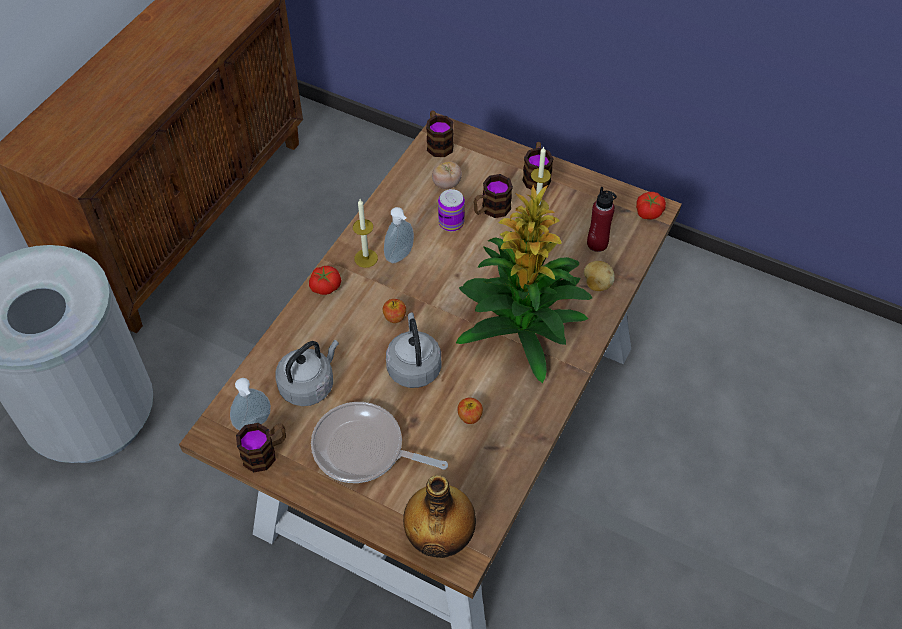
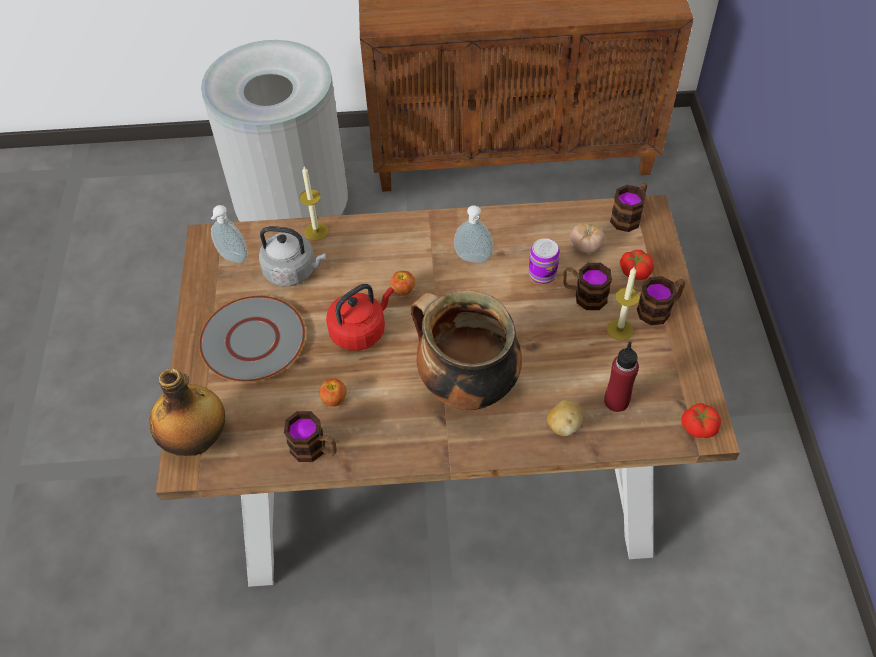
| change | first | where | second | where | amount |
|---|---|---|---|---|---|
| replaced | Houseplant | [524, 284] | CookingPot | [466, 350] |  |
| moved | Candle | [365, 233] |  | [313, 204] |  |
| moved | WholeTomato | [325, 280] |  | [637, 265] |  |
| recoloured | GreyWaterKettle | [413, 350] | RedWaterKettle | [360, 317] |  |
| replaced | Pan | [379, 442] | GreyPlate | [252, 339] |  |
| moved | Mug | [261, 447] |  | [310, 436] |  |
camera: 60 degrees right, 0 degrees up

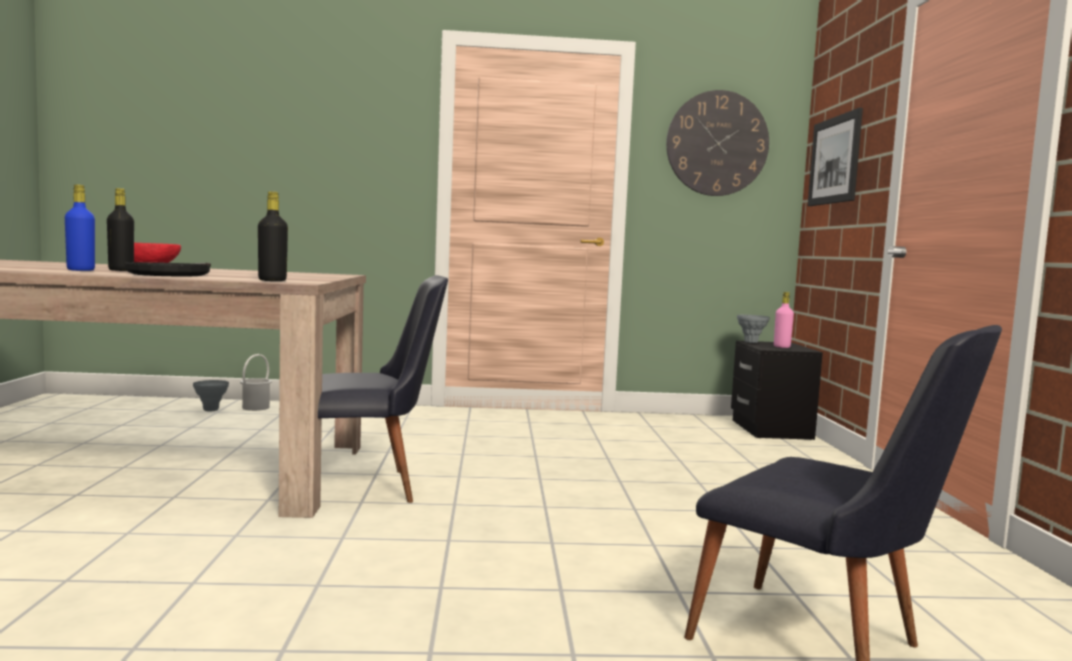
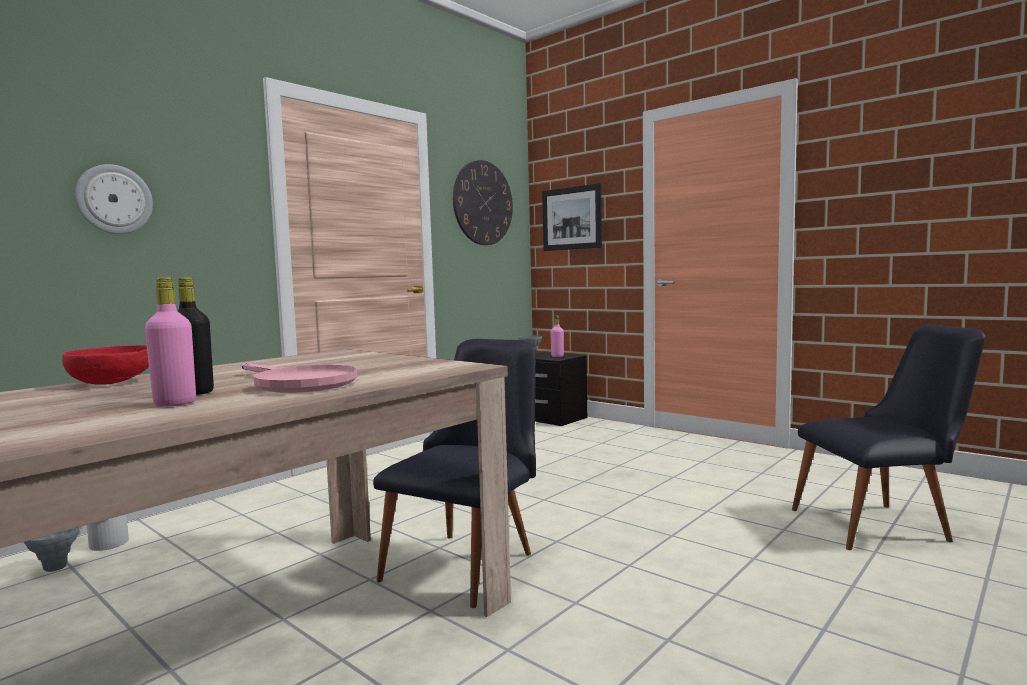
| change | first | where | second | where | amount |
|---|---|---|---|---|---|
| recoloured | BluishDrinkBottle | [80, 228] | PinkDrinkBottle | [170, 341] |  |
| removed | BlackDrinkBottle | [273, 236] |  |  |  |
| recoloured | BlackPan | [168, 269] | PinkPan | [300, 378] |  |
| added |  |  | HangingClock | [114, 199] |  |
camera: 45 degrees left, 0 degrees up

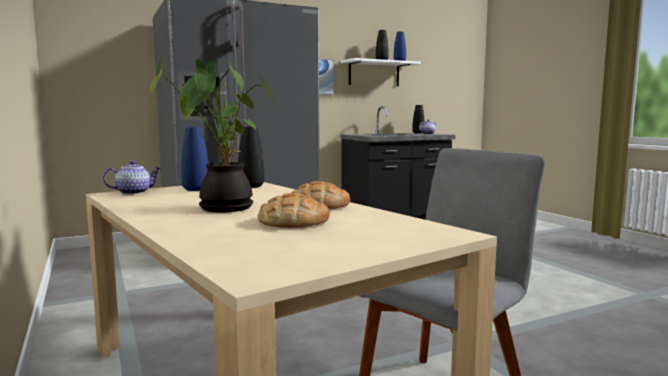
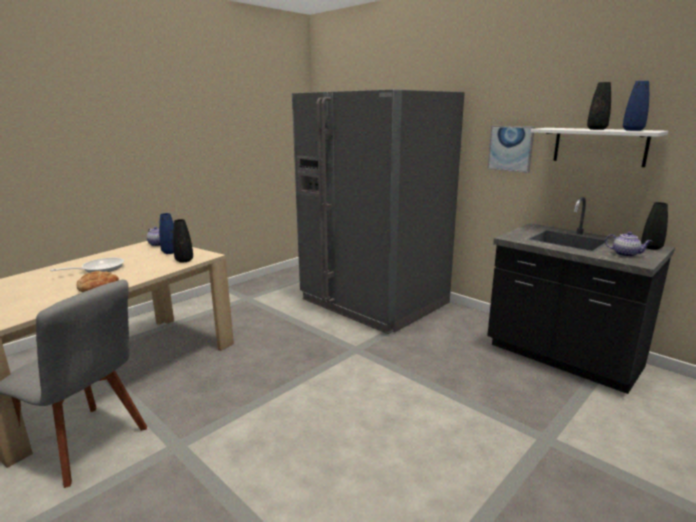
| change | first | where | second | where | amount |
|---|---|---|---|---|---|
| replaced | Houseplant | [212, 135] | Pan | [87, 265] |  |
| removed | Bread | [294, 210] |  |  |  |
camera: 70 degrees right, 10 degrees up

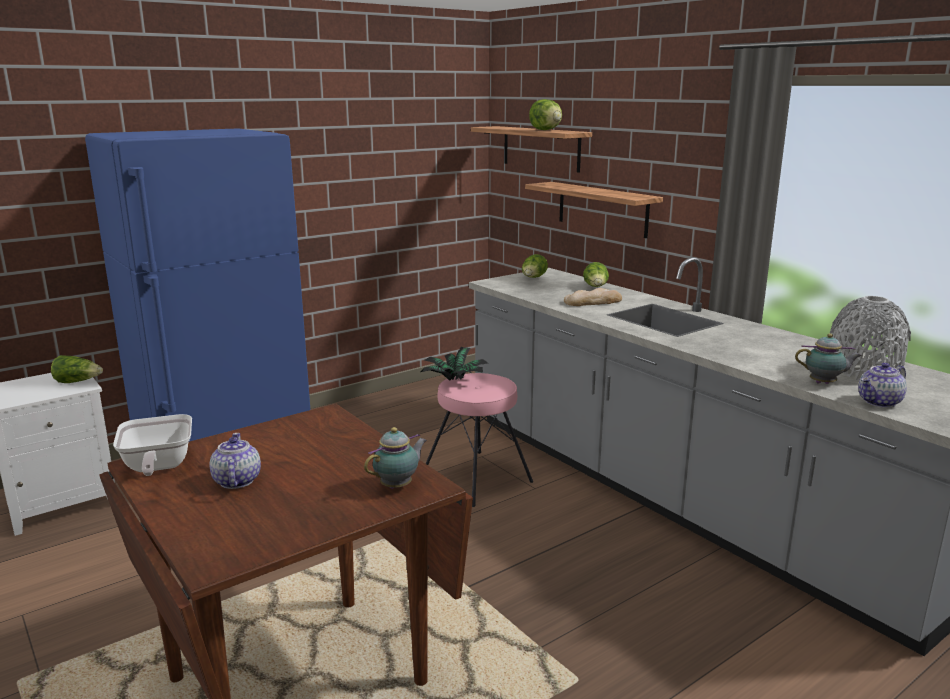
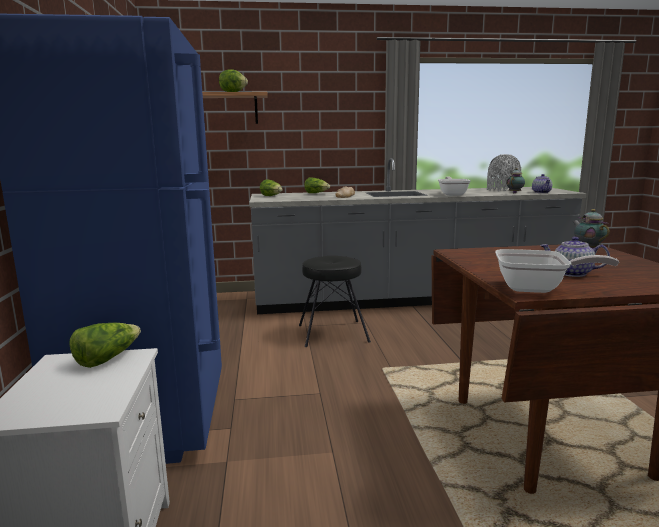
| change | first | where | second | where | amount |
|---|---|---|---|---|---|
| removed | WallShelf | [594, 210] |  |  |  |
| removed | Houseplant | [454, 364] |  |  |  |
| recoloured | PinkStool | [479, 440] | BlackStool | [335, 301] |  |
| added |  |  | Pan | [454, 186] |  |
camera: 60 degrees left, 5 degrees down

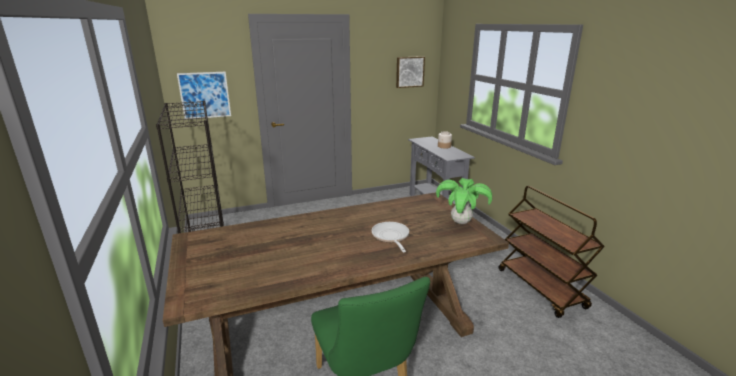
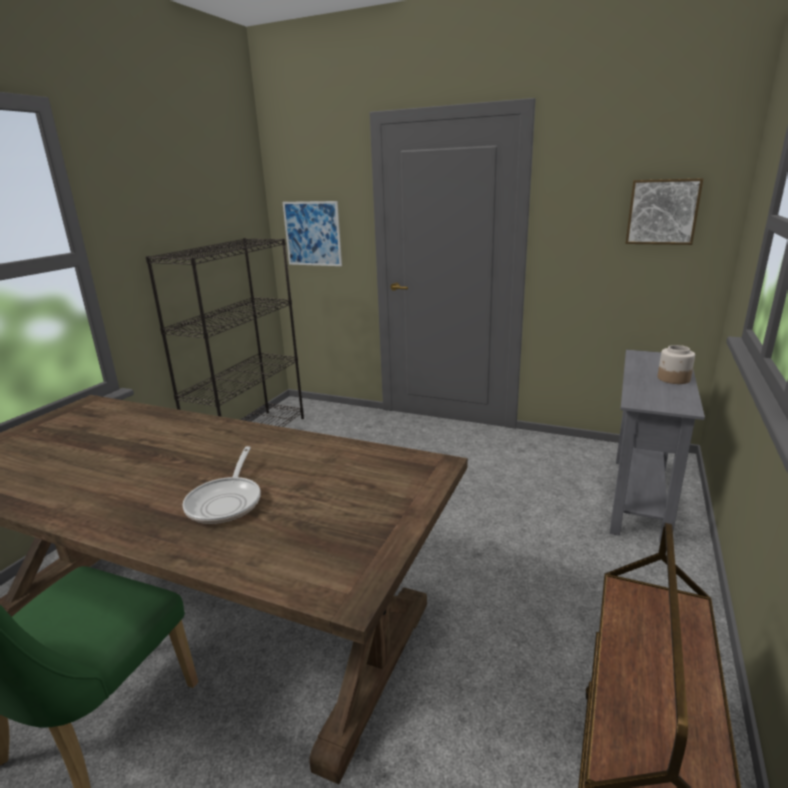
| change | first | where | second | where | amount |
|---|---|---|---|---|---|
| removed | Houseplant | [464, 201] |  |  |  |
| turned | Pan | [390, 237] |  | [221, 485] | 150 degrees clockwise |
camera: 45 degrees right, 0 degrees up

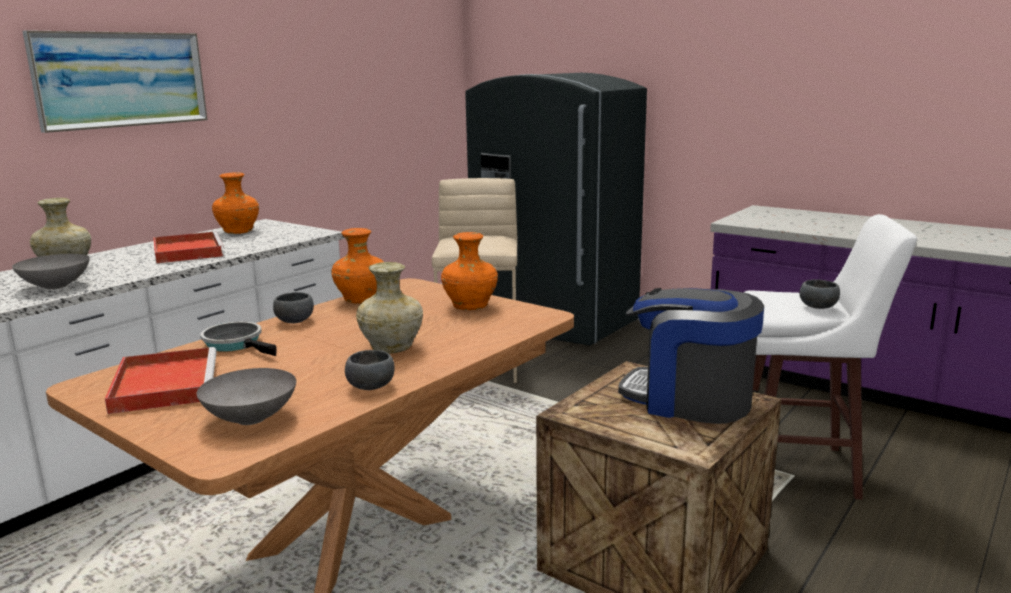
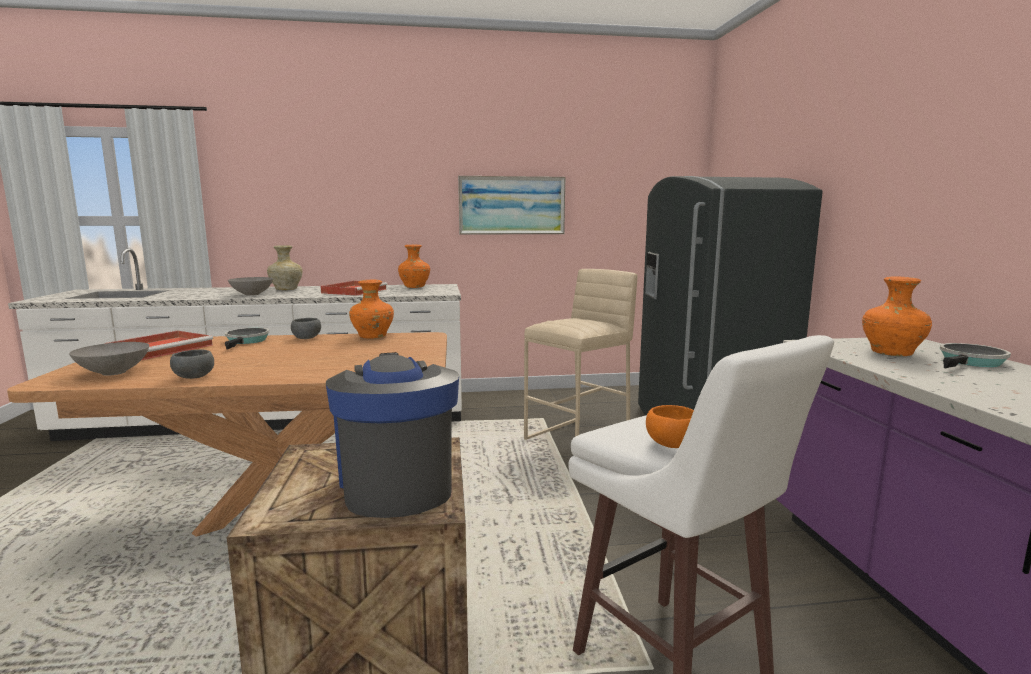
| change | first | where | second | where | amount |
|---|---|---|---|---|---|
| moved | WallPicture | [115, 81] |  | [511, 205] |  |
| moved | OrangeyVase | [469, 271] |  | [897, 316] |  |
| removed | BeigeVase | [389, 308] |  |  |  |
| recoloured | GreyDeepDish | [819, 294] | OrangeyDeepDish | [670, 426] |  |
| added |  |  | Pan | [975, 355] |  |
camera: 45 degrees right, 5 degrees down

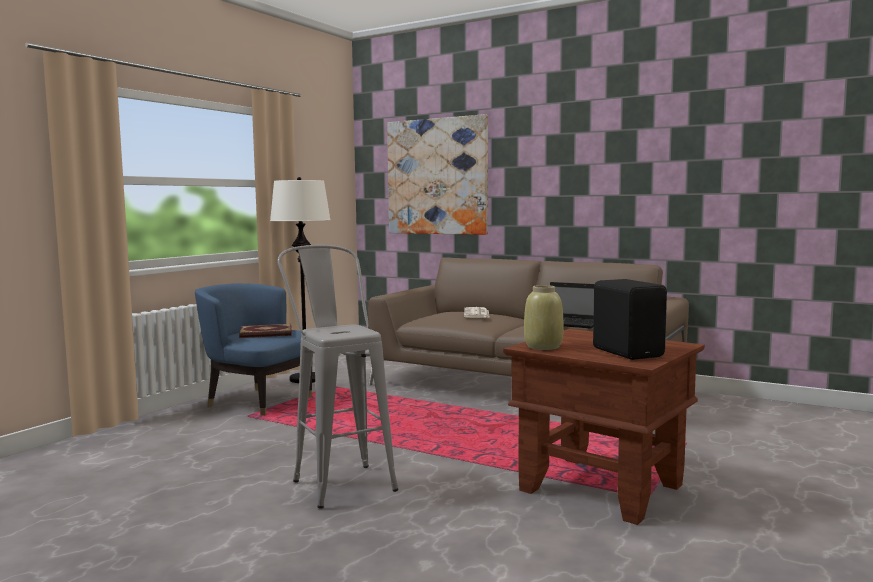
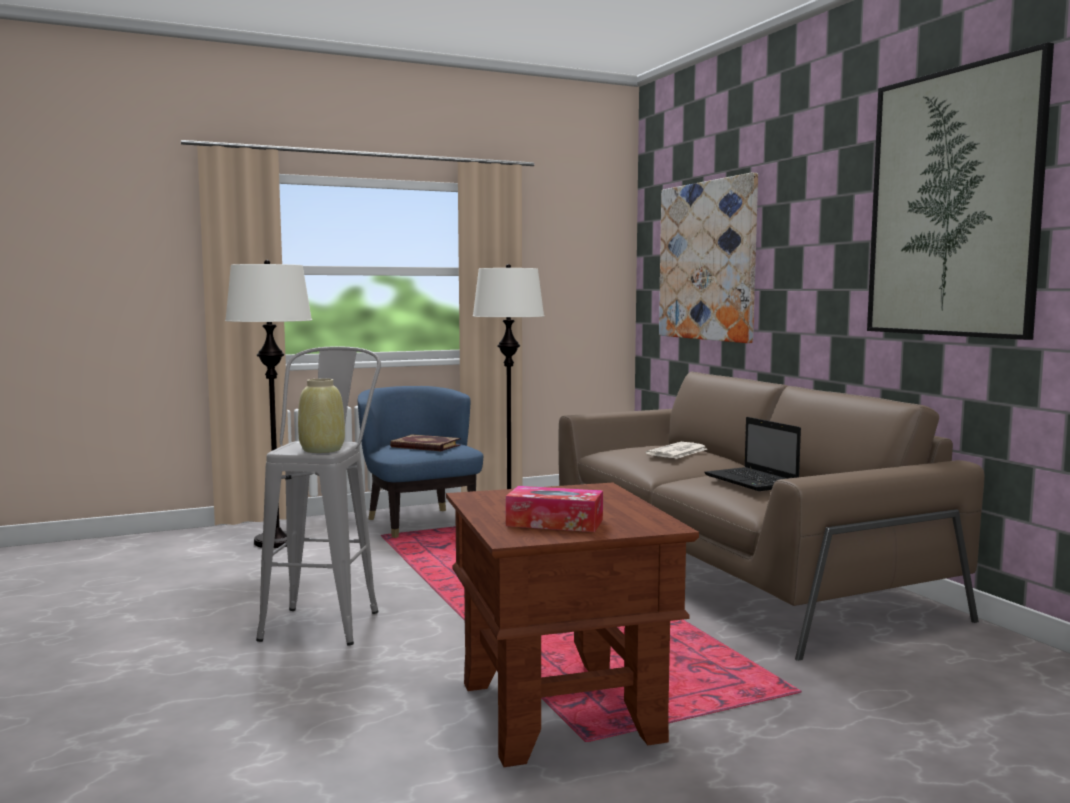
| change | first | where | second | where | amount |
|---|---|---|---|---|---|
| replaced | BlackSpeaker | [630, 319] | TissueHolder | [554, 509] |  |
| moved | BeigeVase | [543, 317] |  | [321, 415] |  |
| added |  |  | WallPicture | [960, 191] |  |
| added |  |  | WhiteColouredStandardLamp | [268, 404] |  |
camera: 35 degrees right, 0 degrees up

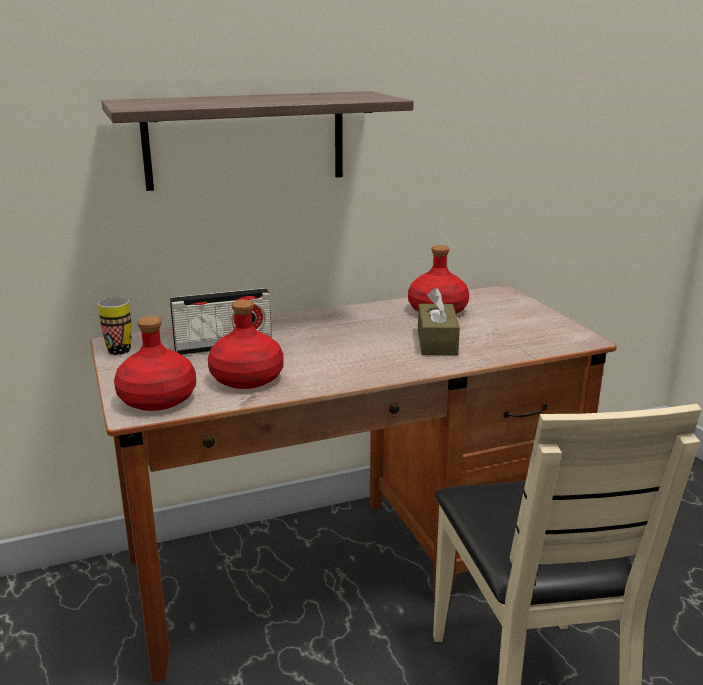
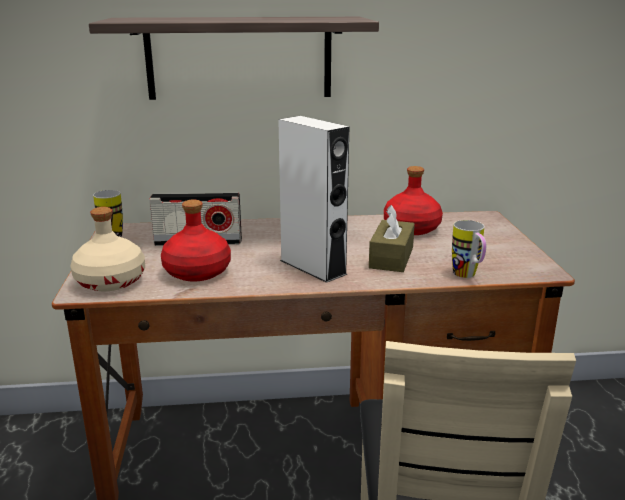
| change | first | where | second | where | amount |
|---|---|---|---|---|---|
| recoloured | RedDrinkBottle | [155, 363] | BeigeDrinkBottle | [107, 249] |  |
| added |  |  | WhiteColouredSpeaker | [313, 199] |  |
| added |  |  | Mug | [469, 249] |  |
camera: 15 degrees right, 0 degrees up

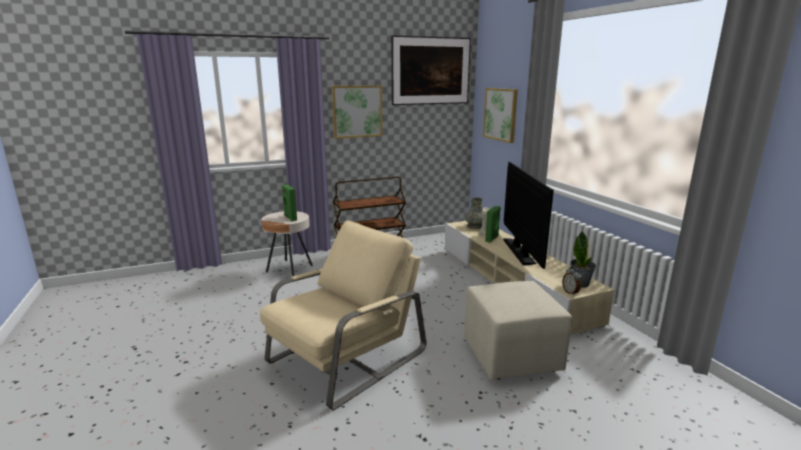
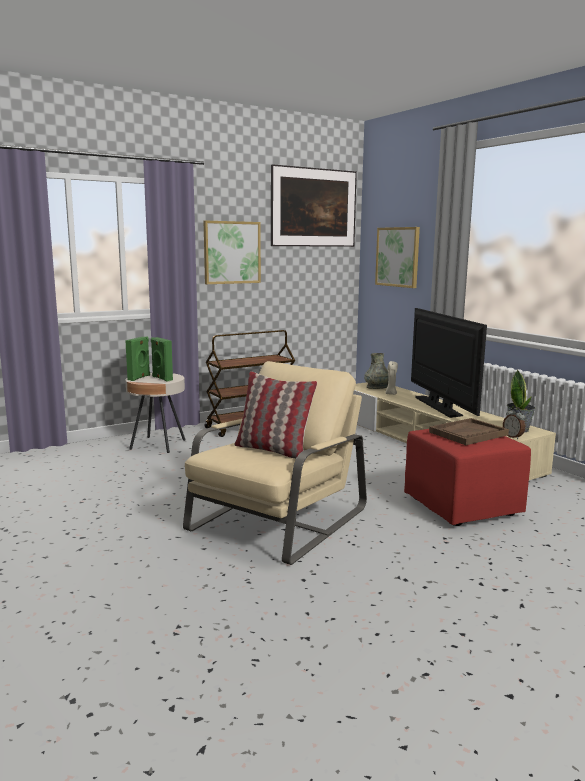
| change | first | where | second | where | amount |
|---|---|---|---|---|---|
| moved | GreenishSpeaker | [493, 224] |  | [137, 358] |  |
| recoloured | BeigeOttoman | [518, 330] | RedOttoman | [467, 477] |  |
| added |  |  | Pillow | [275, 415] |  |
| added |  |  | BrownServingTray | [469, 431] |  |
camera: 10 degrees left, 5 degrees down

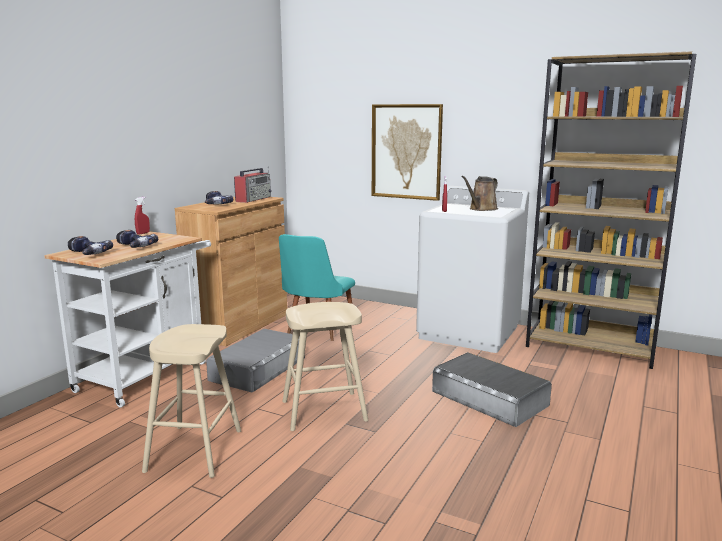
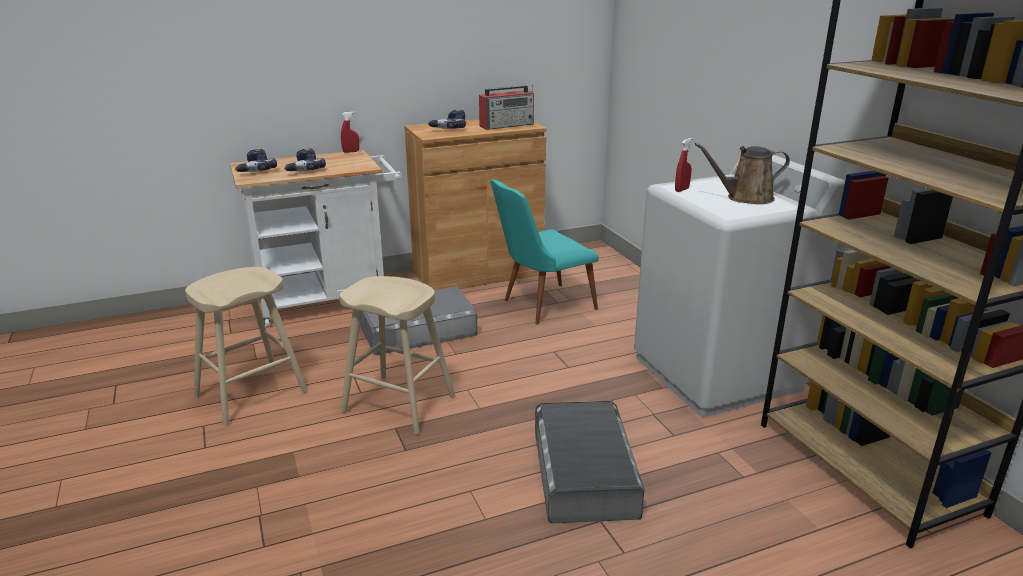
| change | first | where | second | where | amount |
|---|---|---|---|---|---|
| removed | WallPicture | [407, 152] |  |  |  |
camera: 40 degrees right, 10 degrees up

